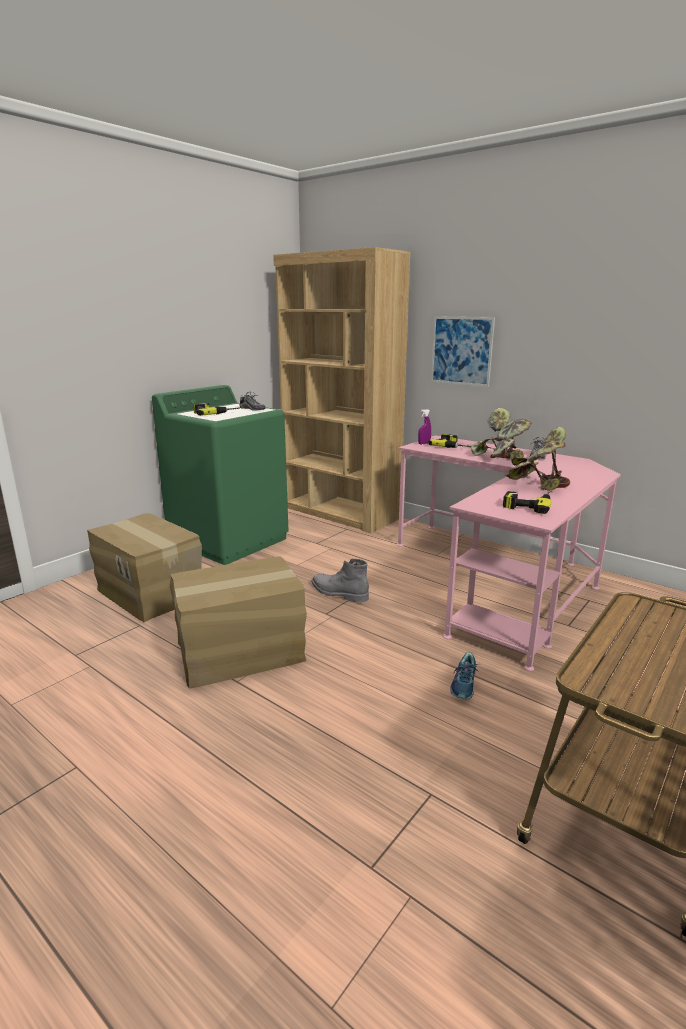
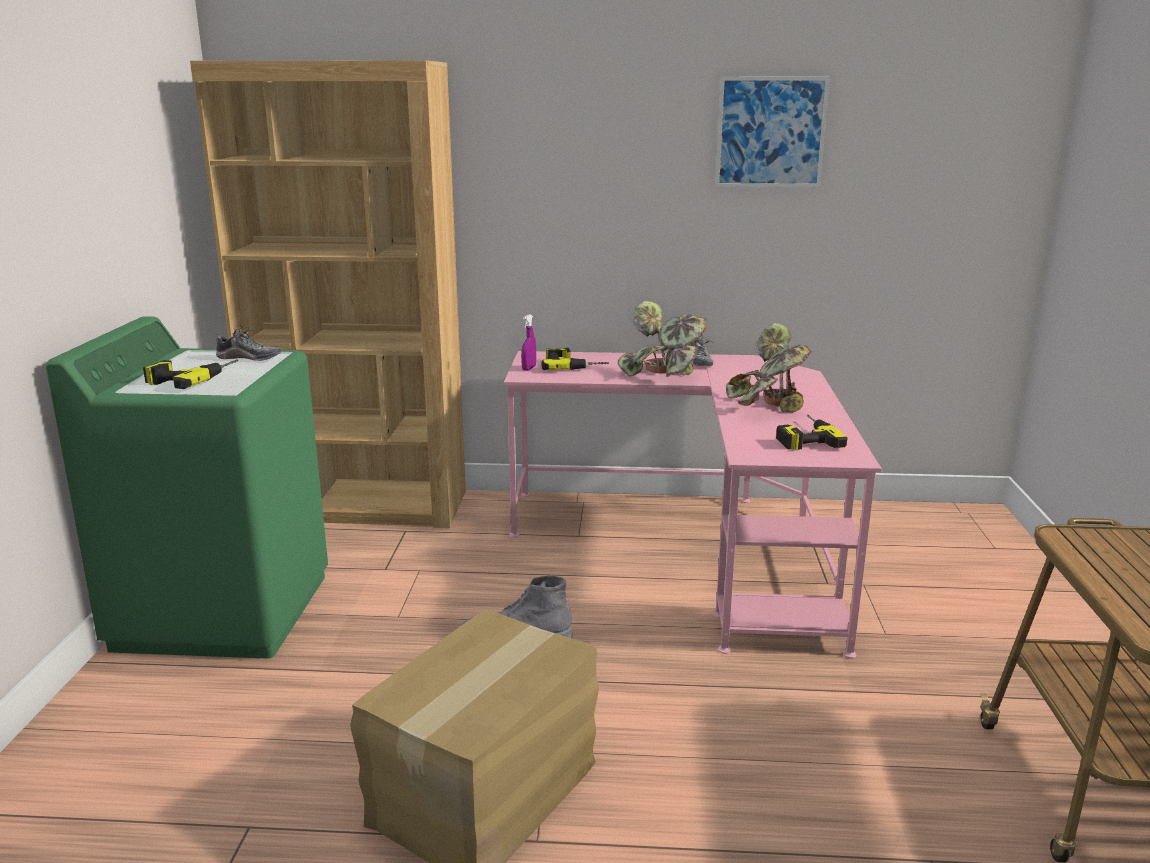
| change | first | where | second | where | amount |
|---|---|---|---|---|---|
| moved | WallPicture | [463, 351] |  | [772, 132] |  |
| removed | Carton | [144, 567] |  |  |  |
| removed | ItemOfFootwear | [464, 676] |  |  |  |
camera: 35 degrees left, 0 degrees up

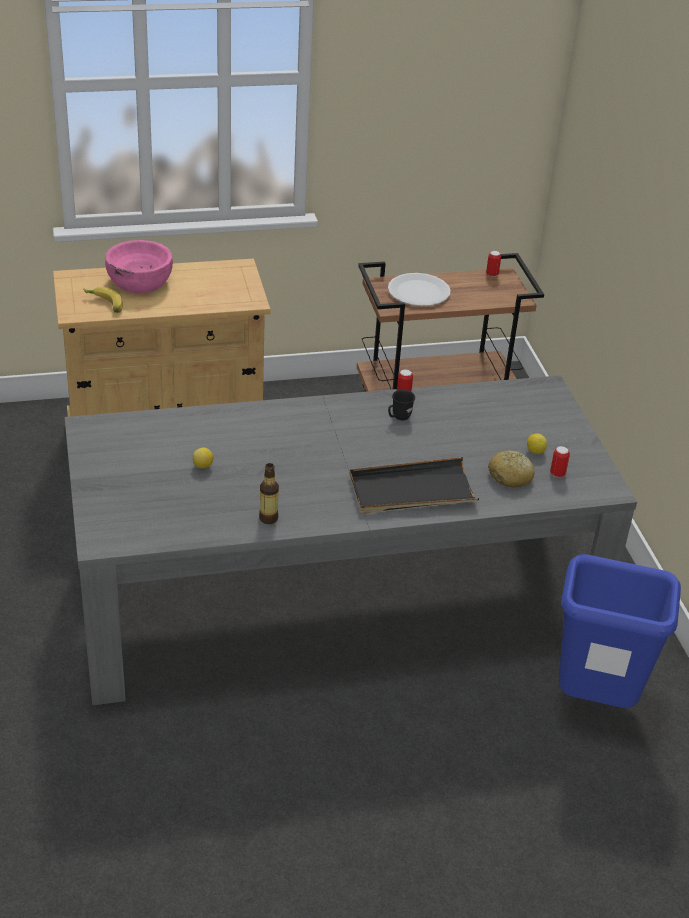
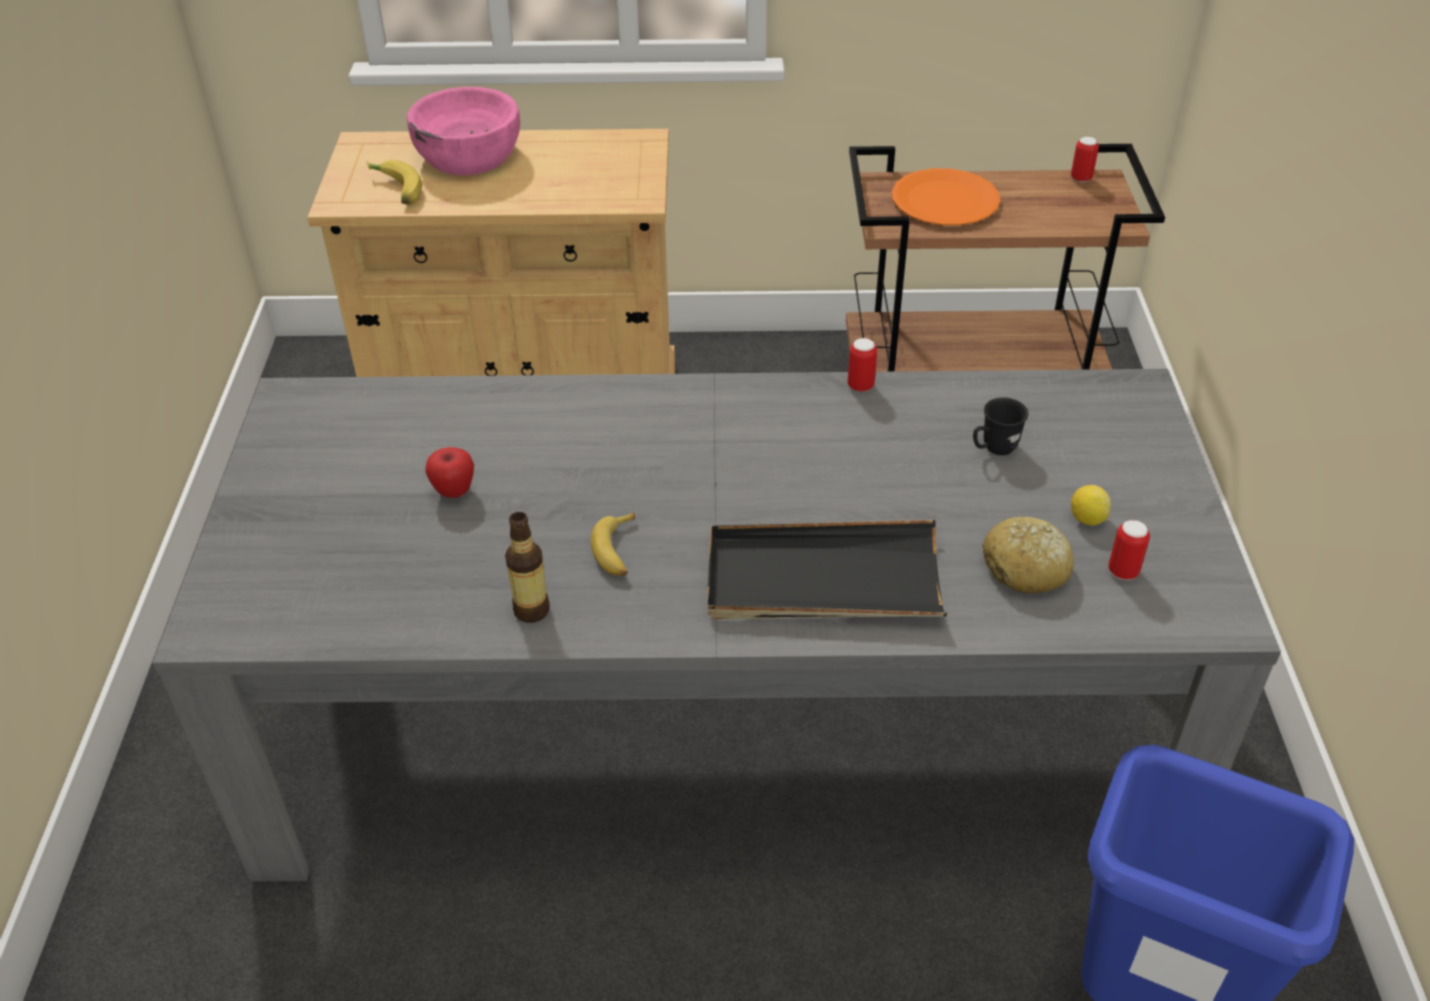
| change | first | where | second | where | amount |
|---|---|---|---|---|---|
| recoloured | WhiteColouredPlate | [419, 289] | OrangeyPlate | [946, 196] |  |
| moved | BlackMug | [401, 405] |  | [1001, 426] |  |
| replaced | CitrusFruit | [203, 457] | WholeApple | [449, 472] |  |
| added |  |  | BananaFruit | [613, 544] |  |
camera: 15 degrees right, 5 degrees up

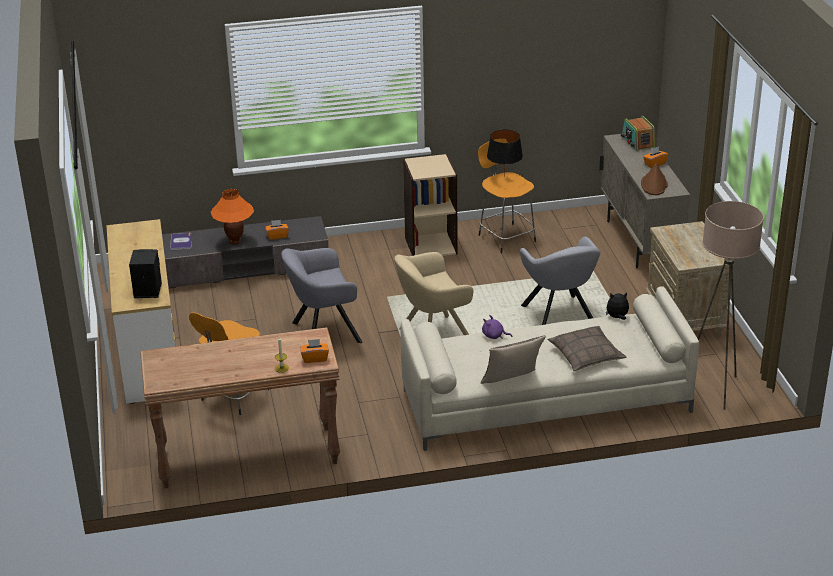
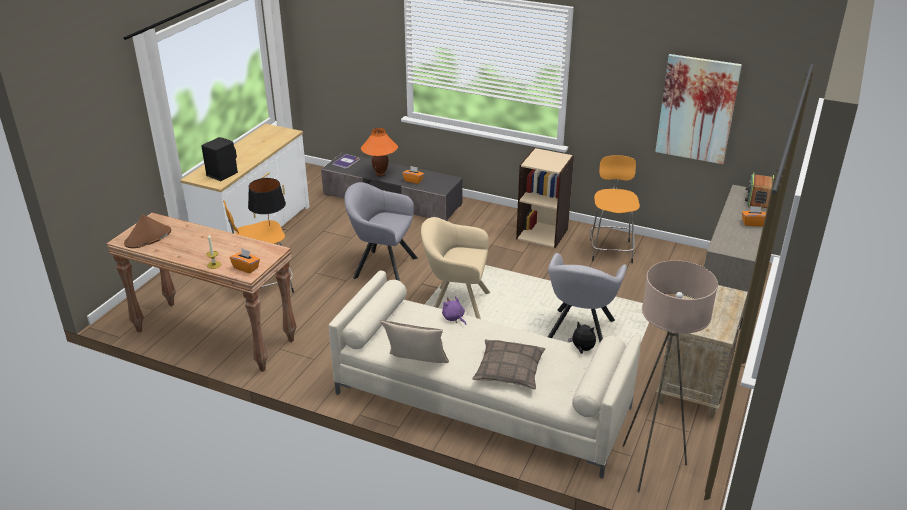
| change | first | where | second | where | amount |
|---|---|---|---|---|---|
| moved | BlackTabletopLamp | [505, 153] |  | [267, 202] |  |
| moved | BrownWearableHat | [654, 179] |  | [147, 231] |  |
| added |  |  | WallPicture | [698, 109] |  |
camera: 35 degrees right, 0 degrees up

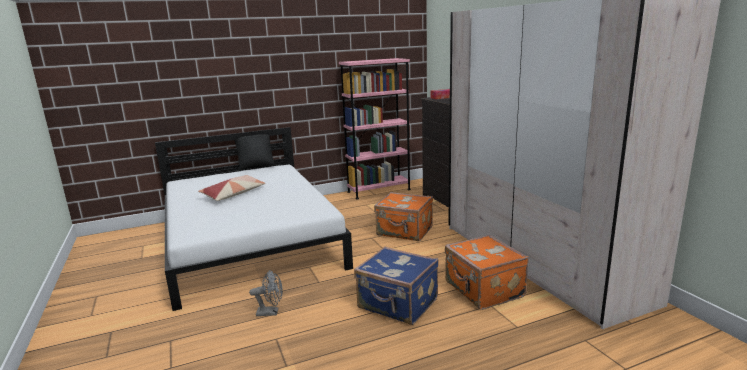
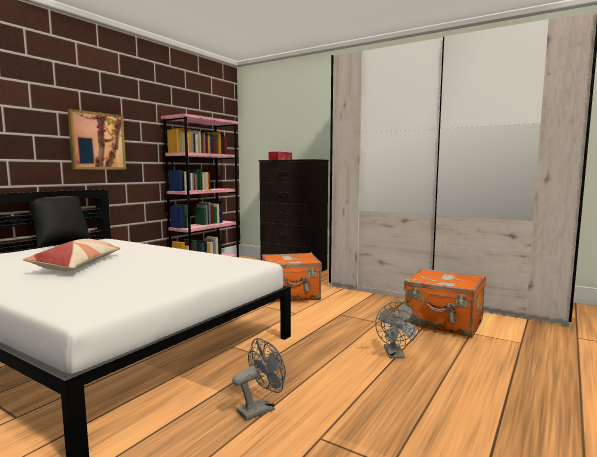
| change | first | where | second | where | amount |
|---|---|---|---|---|---|
| replaced | BluishPieceOfLuggage | [396, 285] | GreyElectricFan | [397, 329] |  |
| added |  |  | WallPicture | [97, 139] |  |
camera: 35 degrees left, 10 degrees down

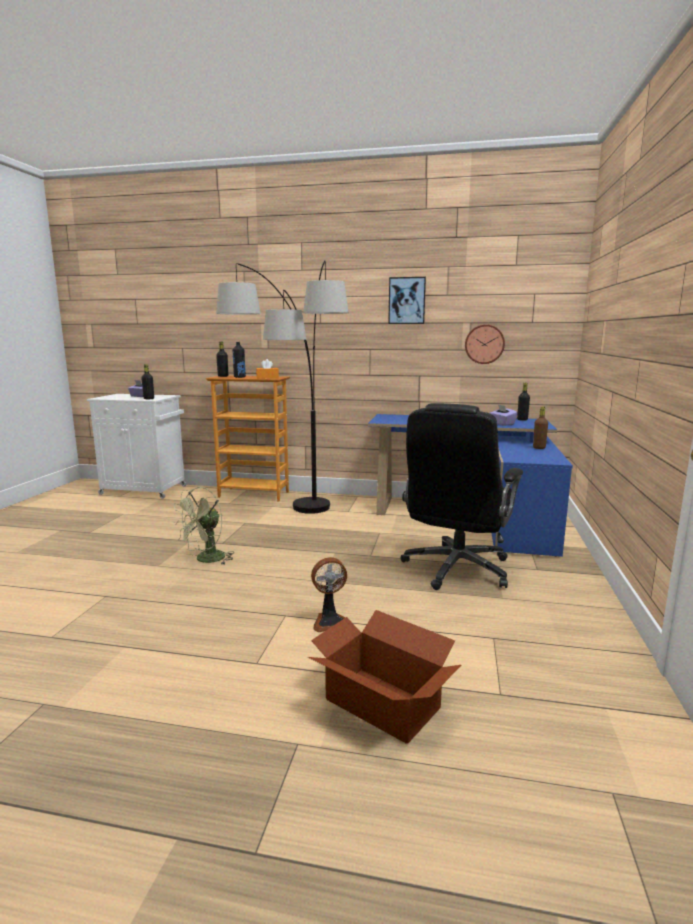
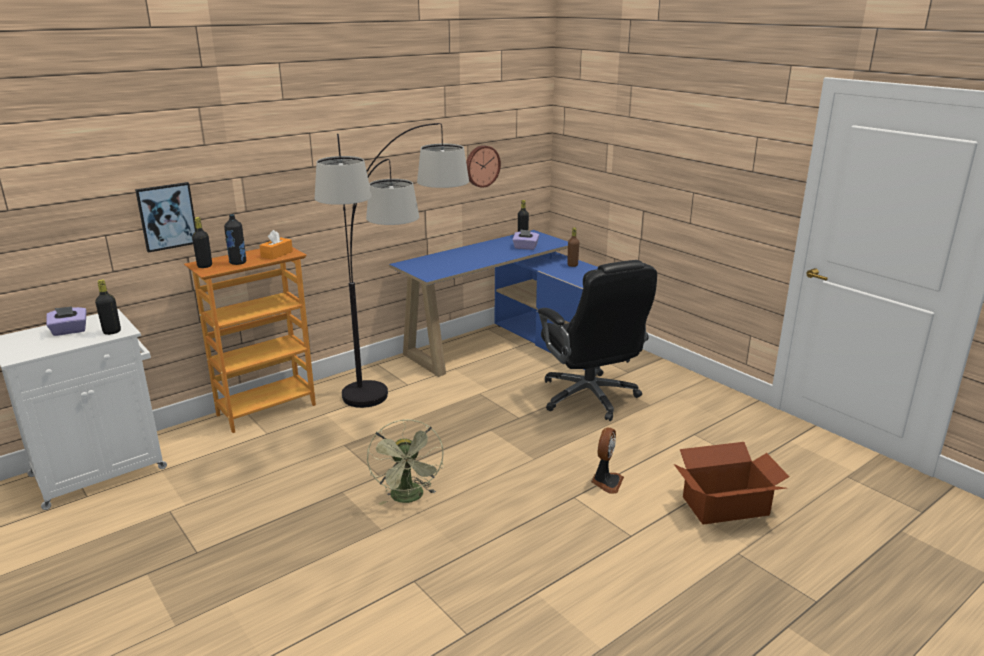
| change | first | where | second | where | amount |
|---|---|---|---|---|---|
| moved | WallPicture | [407, 300] |  | [165, 217] |  |
camera: 50 degrees left, 10 degrees up

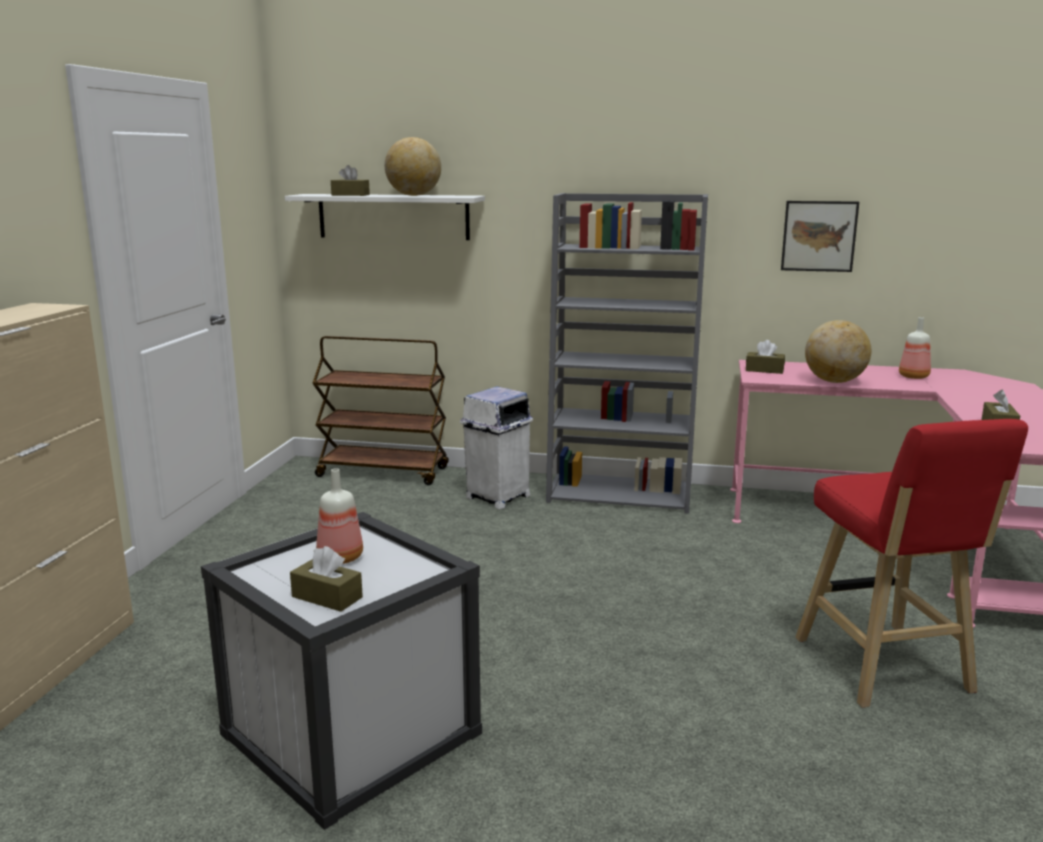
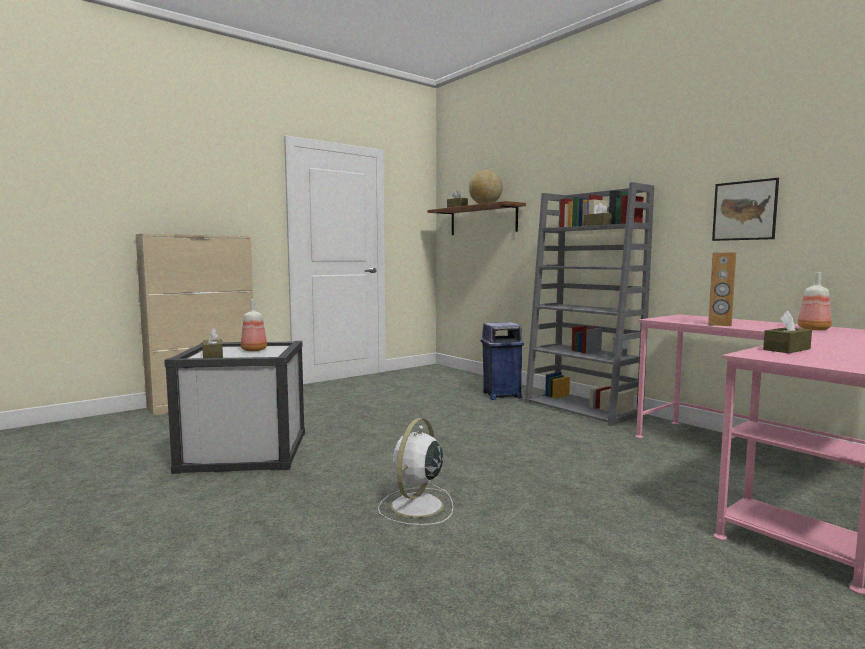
| change | first | where | second | where | amount |
|---|---|---|---|---|---|
| recoloured | WhiteColouredWallShelf | [385, 217] | BrownWallShelf | [477, 218] |  |
| replaced | WorldGlobe | [838, 351] | BrownSpeaker | [722, 289] |  |
| removed | BrownTrolley | [380, 410] |  |  |  |
| moved | BrownTissueHolder | [765, 357] |  | [598, 214] |  |
| recoloured | WhiteColouredRubbishBin | [496, 447] | BluishRubbishBin | [502, 361] |  |
| removed | RedStool | [911, 563] |  |  |  |
| added |  |  | WhiteColouredElectricFan | [415, 471] |  |
camera: 40 degrees right, 10 degrees down

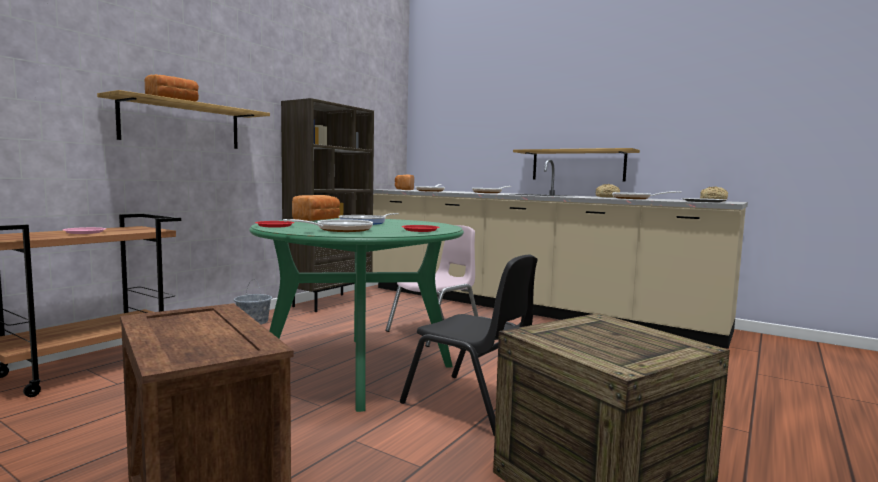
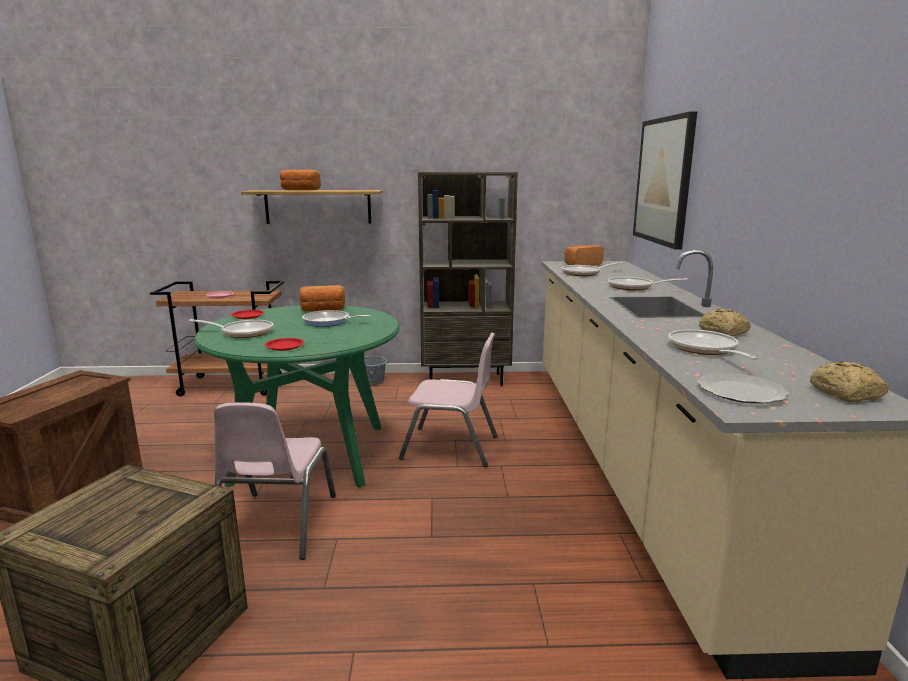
| change | first | where | second | where | amount |
|---|---|---|---|---|---|
| removed | WallShelf | [576, 165] |  |  |  |
| recoloured | BlackPlainChair | [469, 345] | PinkPlainChair | [275, 481] |  |
| added |  |  | WallPicture | [665, 180] |  |
camera: 55 degrees right, 10 degrees up

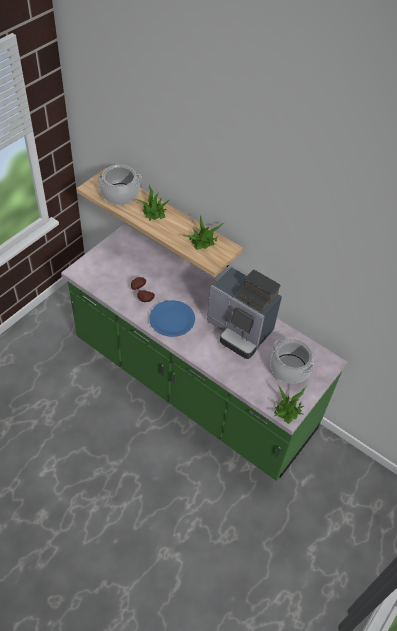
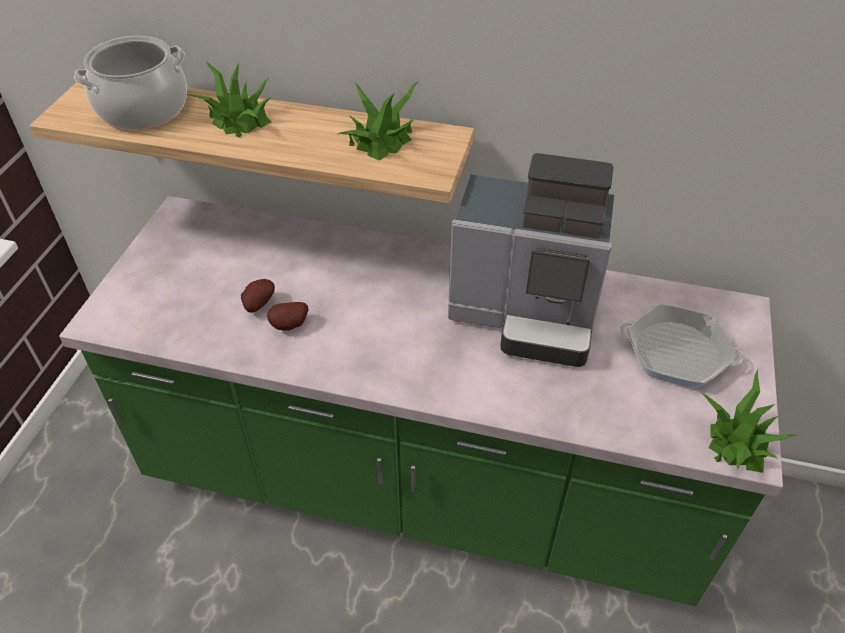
| change | first | where | second | where | amount |
|---|---|---|---|---|---|
| removed | BluishPlate | [172, 318] |  |  |  |
| replaced | CookingPot | [292, 361] | Pan | [681, 346] |  |
camera: 20 degrees left, 5 degrees down

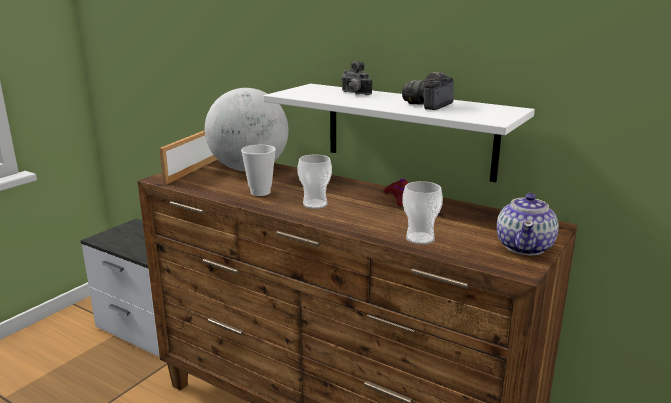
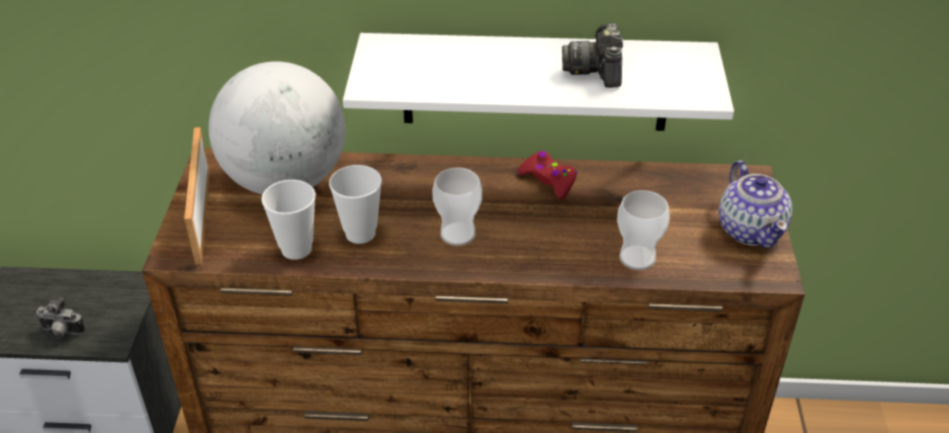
| change | first | where | second | where | amount |
|---|---|---|---|---|---|
| moved | PhotoCamera | [356, 78] |  | [61, 318] |  |
| added |  |  | SmallCup | [288, 220] |  |
camera: 30 degrees left, 20 degrees up

